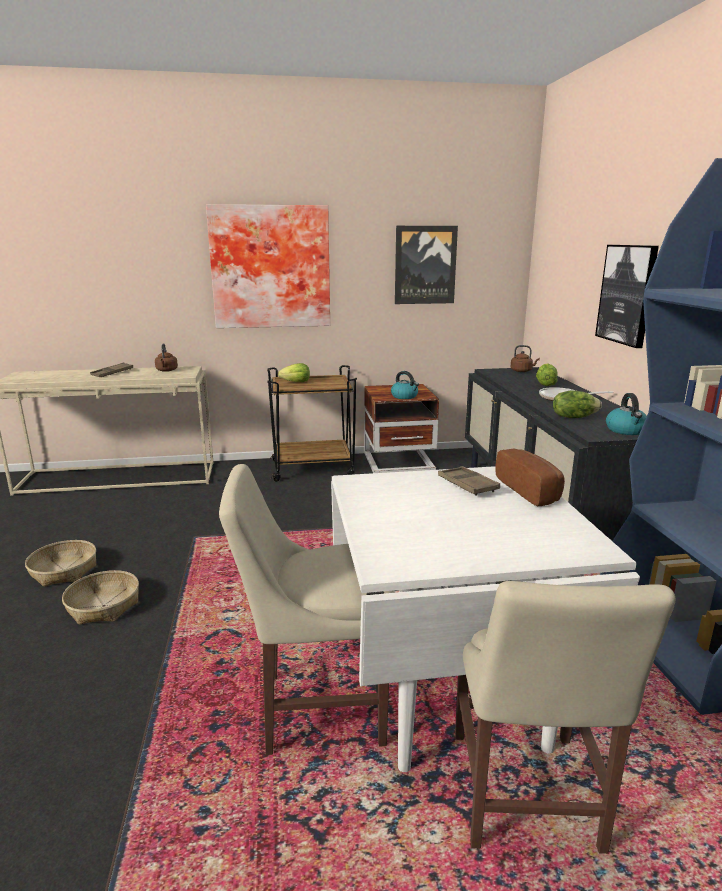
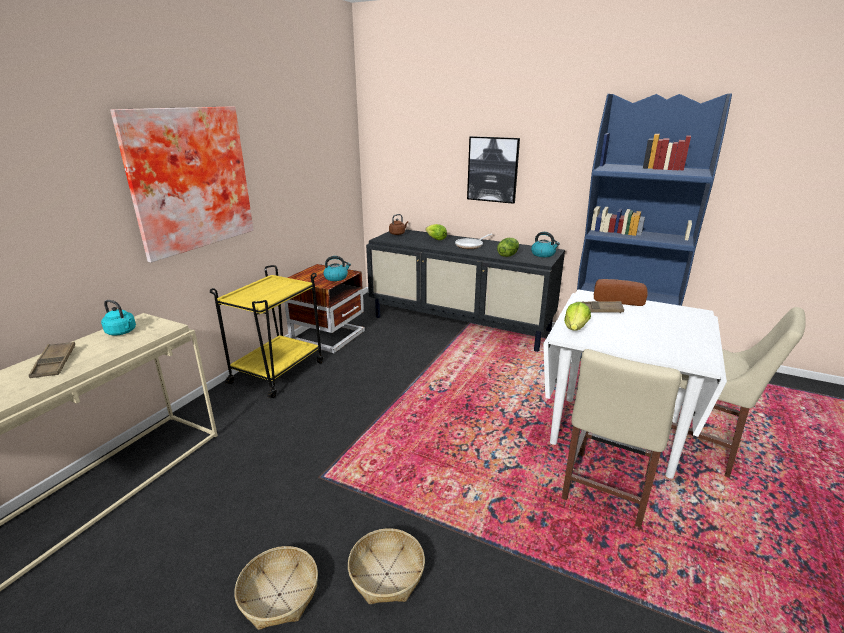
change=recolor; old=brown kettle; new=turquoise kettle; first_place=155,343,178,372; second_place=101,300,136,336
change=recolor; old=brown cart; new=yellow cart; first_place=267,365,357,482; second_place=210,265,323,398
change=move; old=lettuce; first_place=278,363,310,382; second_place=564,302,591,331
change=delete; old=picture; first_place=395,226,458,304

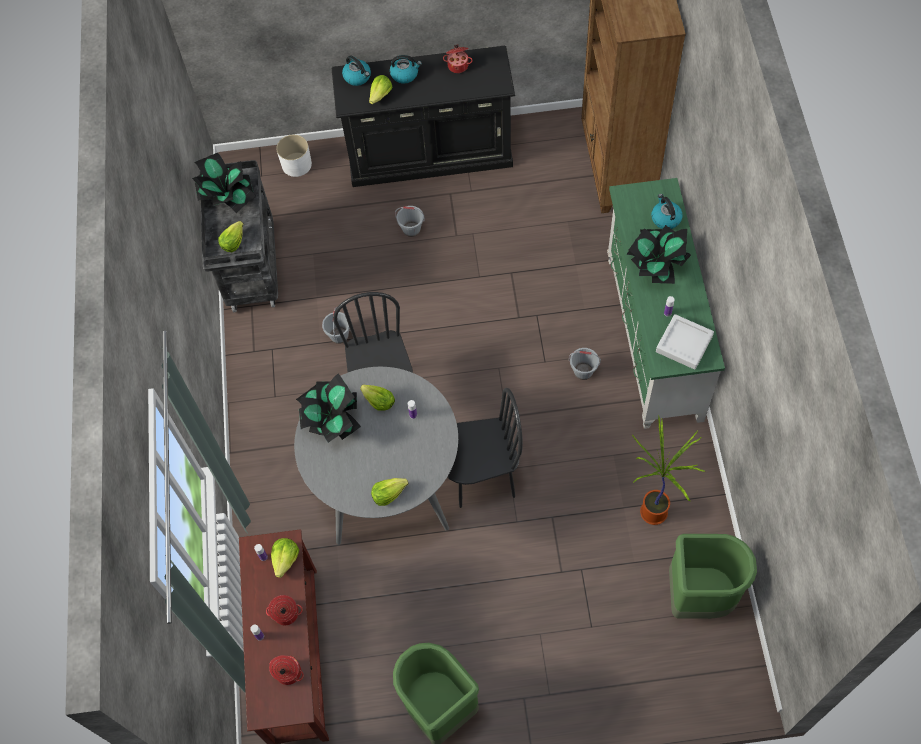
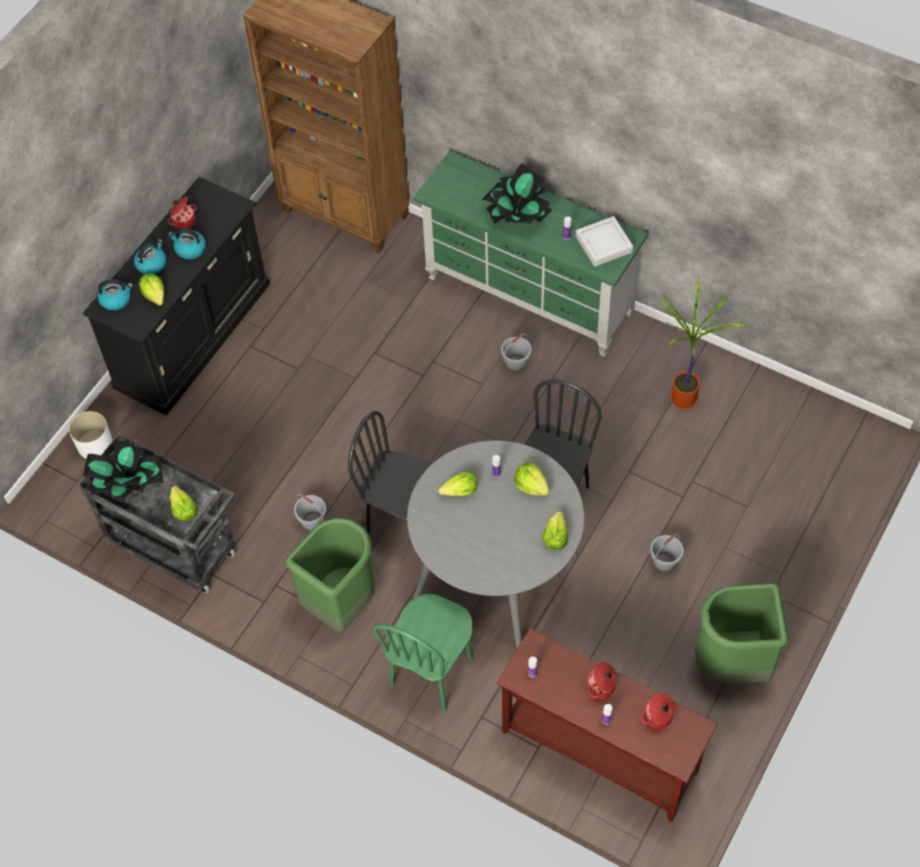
change=move; old=lettuce; first_place=271,538,299,578; second_place=514,463,550,496
change=delete; old=potted plant; first_place=296,373,361,443
change=move; old=grey bucket; first_place=395,206,425,237; second_place=650,533,684,572
change=move; old=kettle; first_place=651,194,682,229; second_place=168,228,206,259
change=move; old=green trash can; first_place=669,534,757,619; second_place=286,518,375,632
change=insert; new=green chair; second_place=373,594,473,712

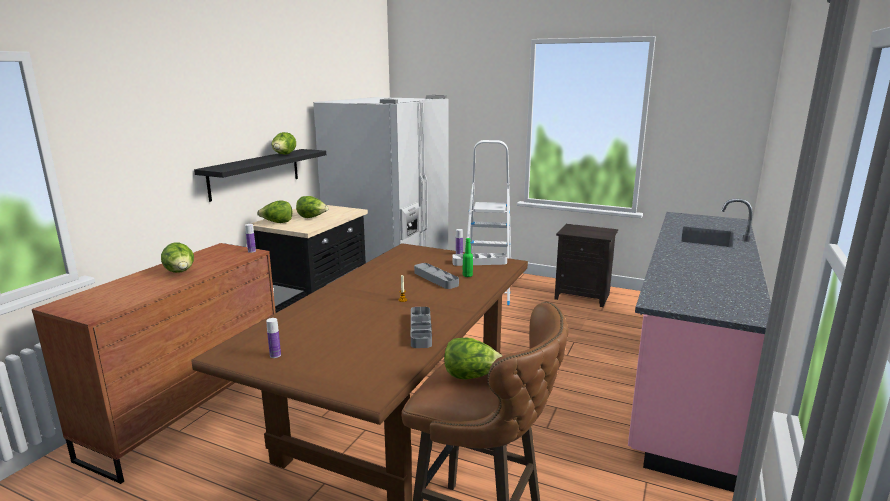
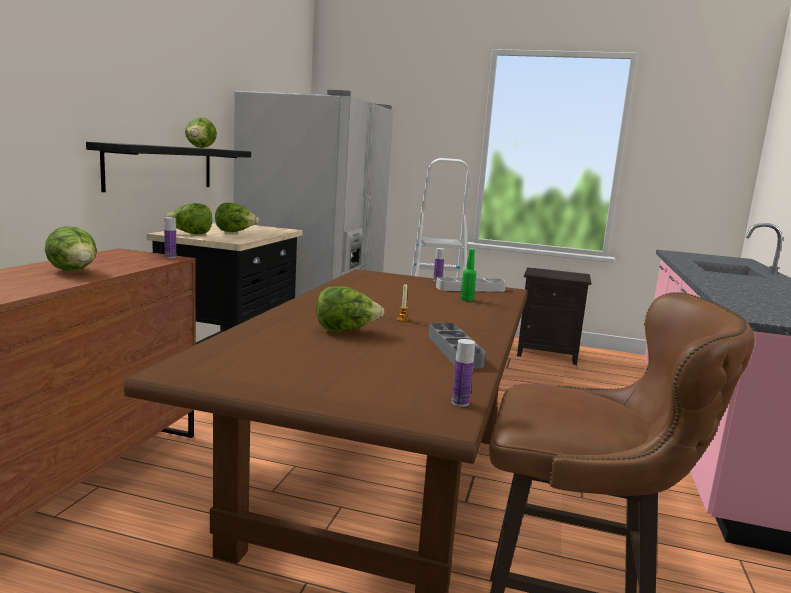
change=move; old=bottle; first_place=266,318,281,358; second_place=452,339,475,407
change=delete; old=grey tray; first_place=414,263,459,289
change=move; old=lettuce; first_place=444,338,503,379; second_place=316,286,384,332

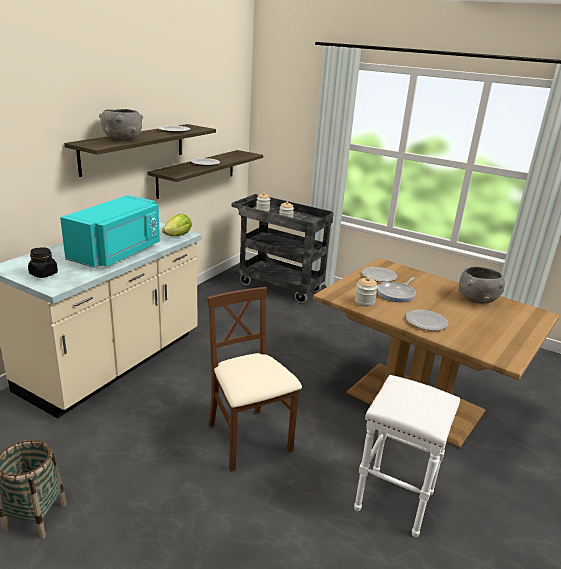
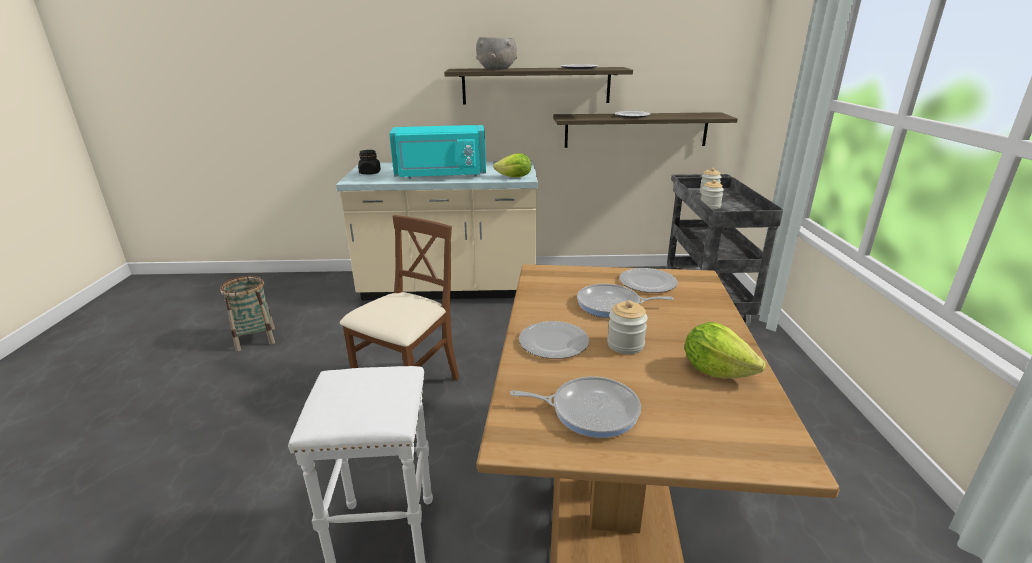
change=move; old=jar; first_place=355,277,378,307; second_place=607,300,648,354
change=replace; old=grey bowl; new=lettuce; first_place=458,266,505,303; second_place=684,322,766,379
change=insert; new=frying pan; second_place=510,376,641,438

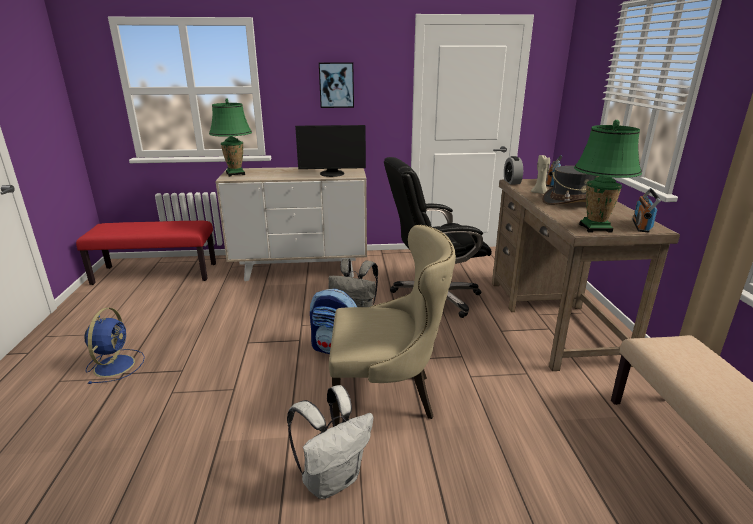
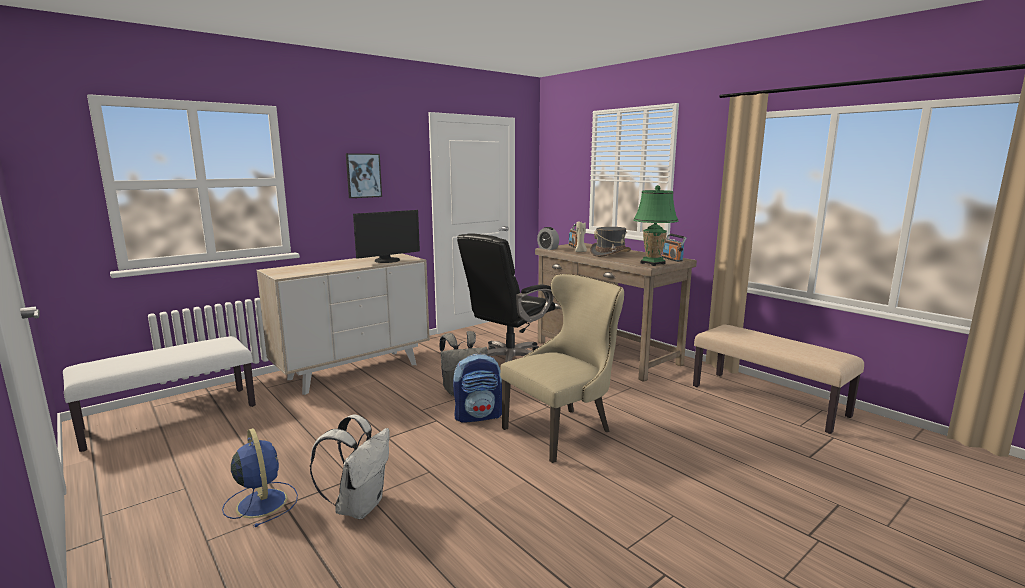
change=recolor; old=red bench; new=white bench; first_place=76,220,216,285; second_place=63,336,256,452
change=delete; old=green table lamp; first_place=209,99,252,177
change=move; old=white backpack; first_place=287,385,373,499; second_place=310,415,390,519

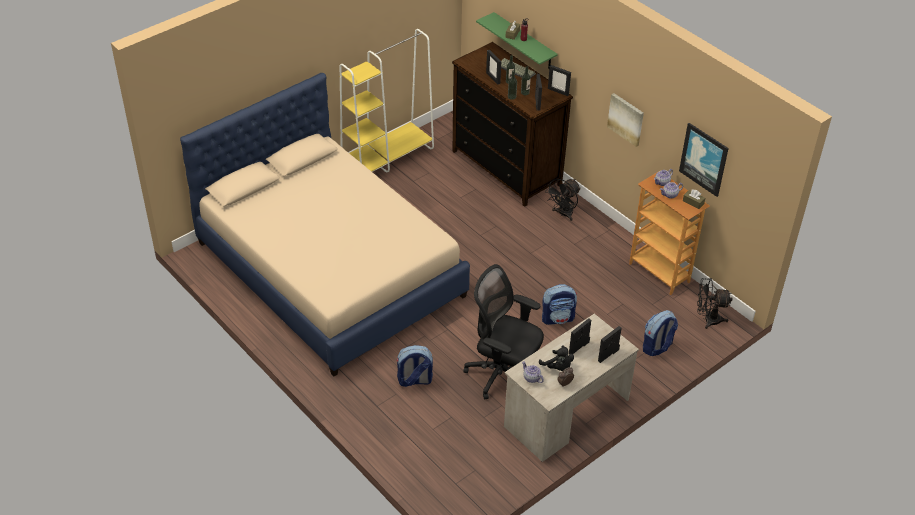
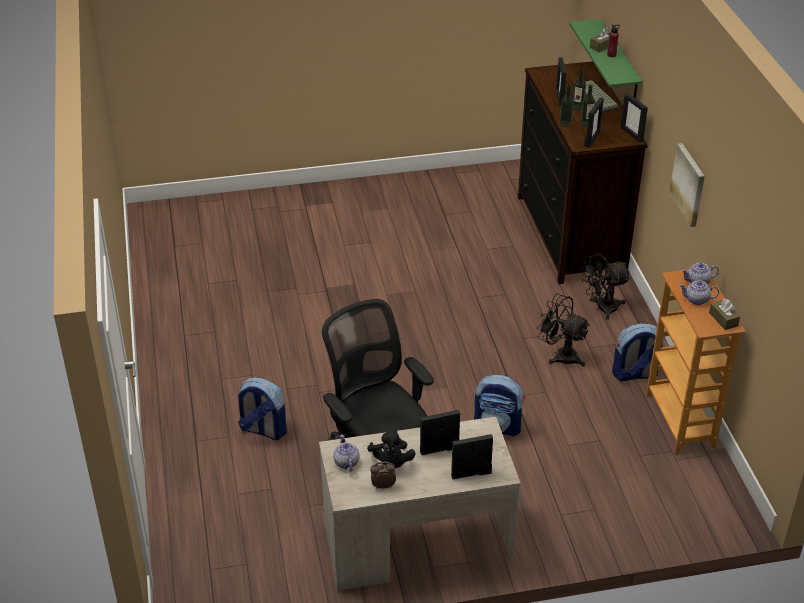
change=delete; old=beige bed; first_place=180,73,470,376
change=delete; old=yellow clothes rack; first_place=340,29,434,172
change=move; old=backpack; first_place=643,310,678,356; second_place=612,323,663,381
change=delete; old=picture; first_place=679,123,729,197
change=move; old=black fan; first_place=697,278,732,329; second_place=537,293,590,367

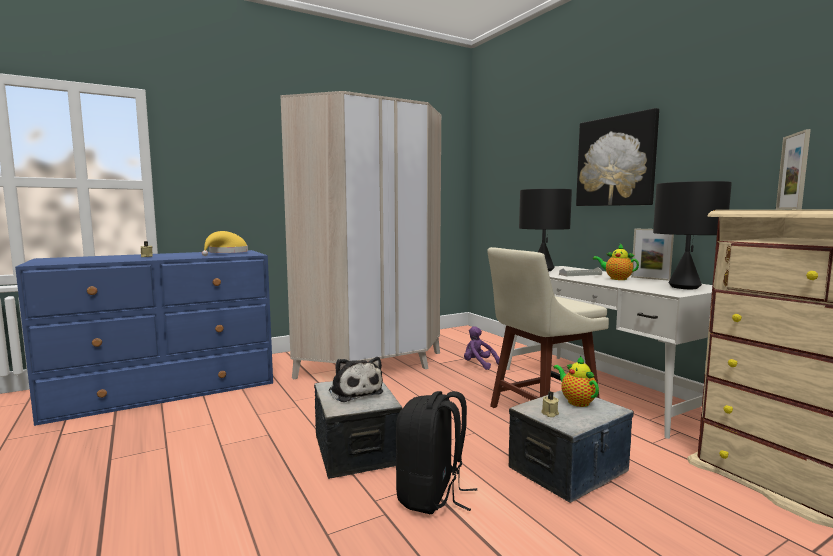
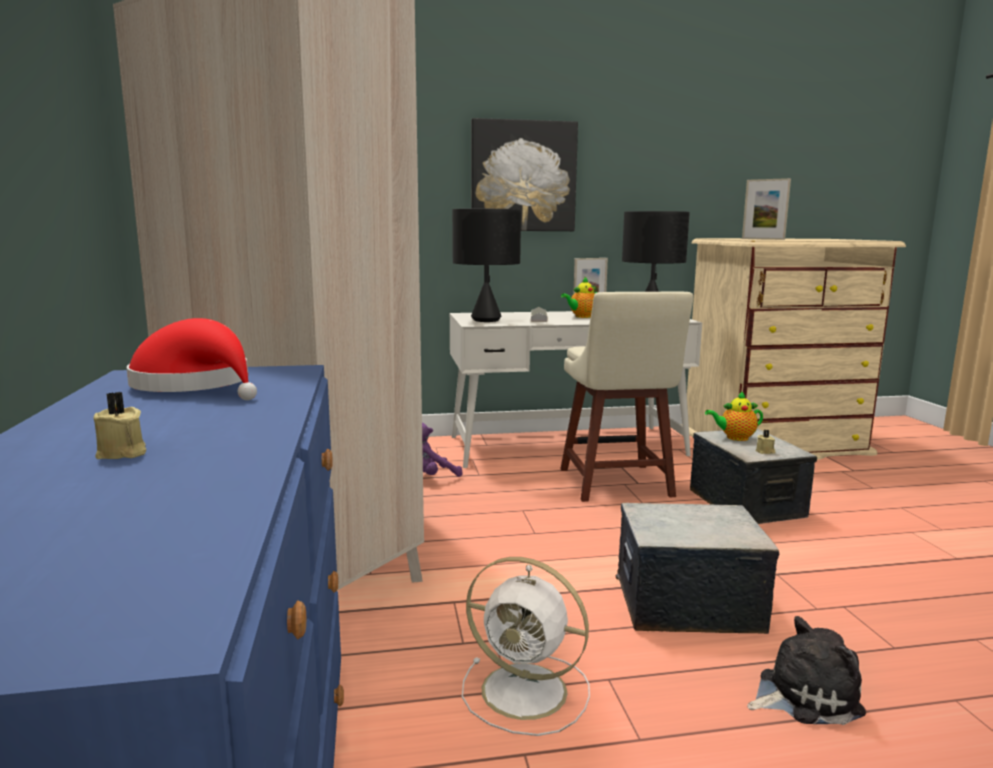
change=recolor; old=yellow hat; new=red hat; first_place=202,231,248,256; second_place=126,318,257,400
change=move; old=plush toy; first_place=329,357,383,402; second_place=747,616,866,725
change=delete; old=black backpack; first_place=396,391,478,514
change=insert; new=white fan; second_place=462,557,590,736

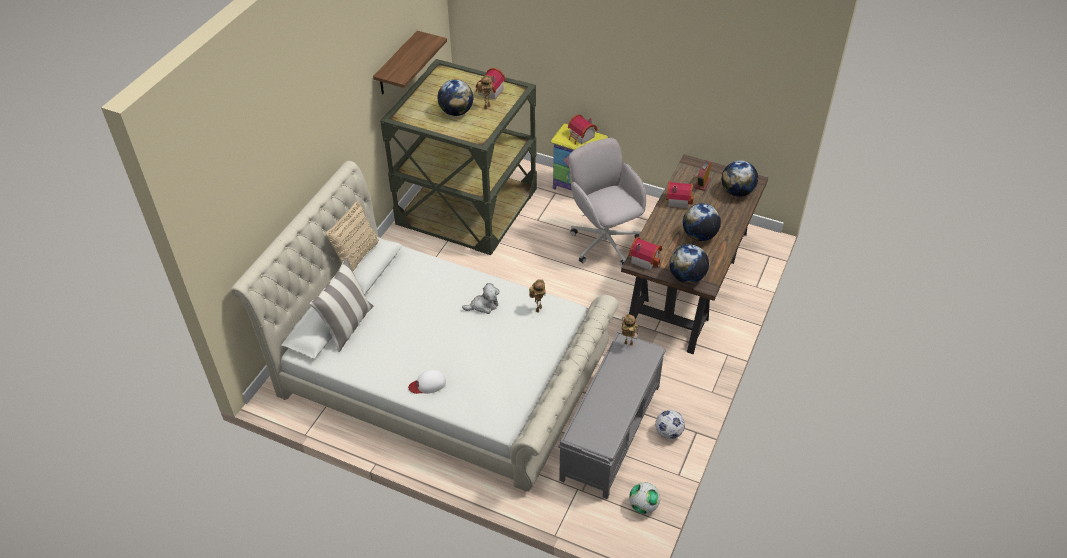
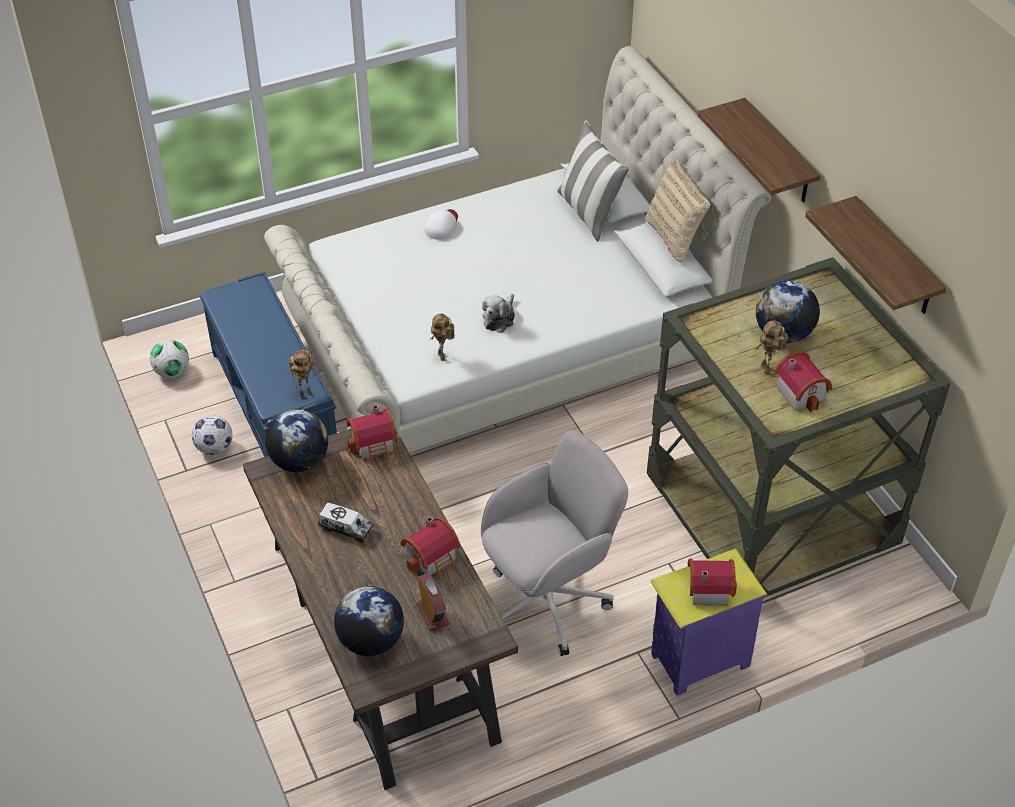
change=recolor; old=grey bench; new=blue bench; first_place=558,331,666,499; second_place=200,272,337,457
change=rotate; old=grey office chair; first_place=568,138,646,267; second_place=481,430,628,656; degrees=-45
change=replace; old=globe; new=toy truck; first_place=683,203,721,241; second_place=318,503,374,543
change=insert; new=shelf; second_place=698,98,821,203

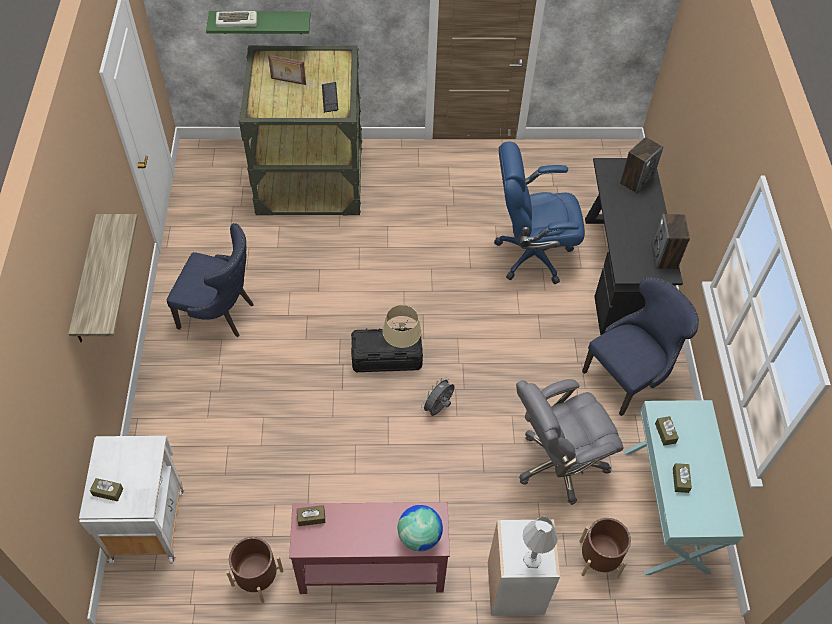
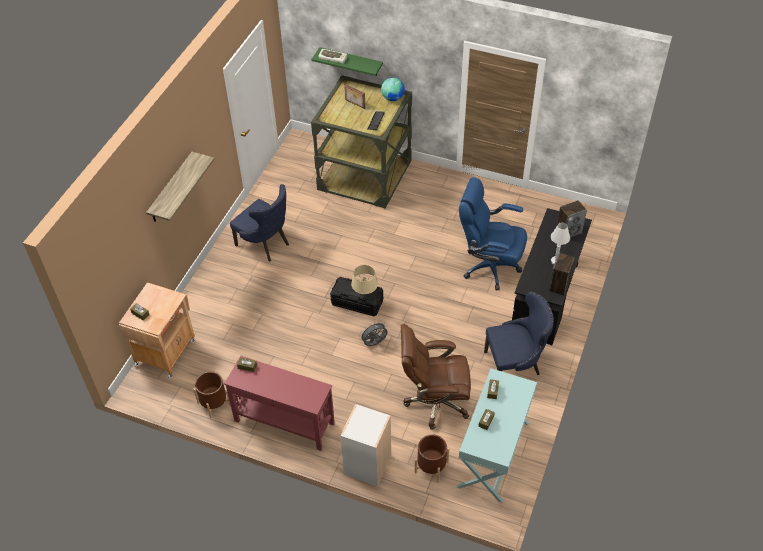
change=recolor; old=white cart; new=brown cart; first_place=79,436,184,564; second_place=119,283,195,379
change=move; old=globe; first_place=397,505,443,551; second_place=381,77,405,101
change=recolor; old=grey office chair; new=brown office chair; first_place=516,379,623,505; second_place=401,324,471,429
change=move; old=white table lamp; first_place=522,517,558,568; second_place=551,222,570,264

